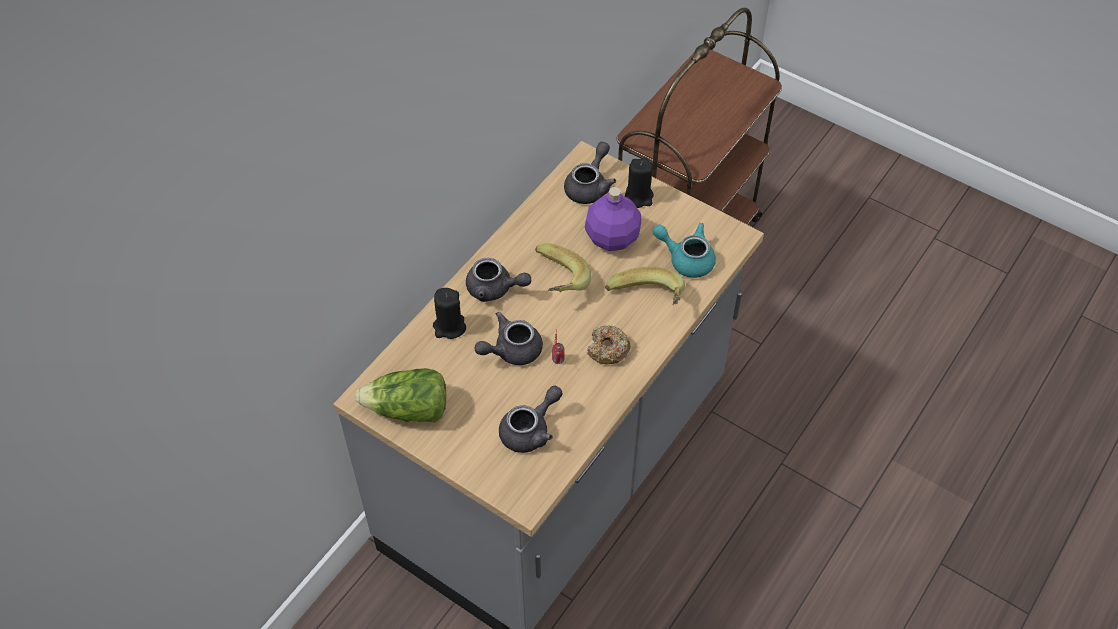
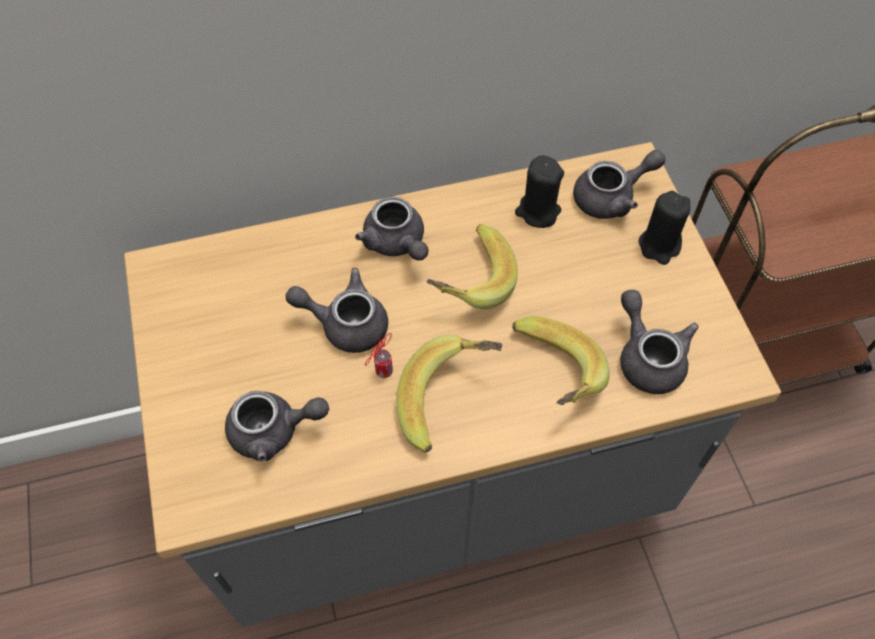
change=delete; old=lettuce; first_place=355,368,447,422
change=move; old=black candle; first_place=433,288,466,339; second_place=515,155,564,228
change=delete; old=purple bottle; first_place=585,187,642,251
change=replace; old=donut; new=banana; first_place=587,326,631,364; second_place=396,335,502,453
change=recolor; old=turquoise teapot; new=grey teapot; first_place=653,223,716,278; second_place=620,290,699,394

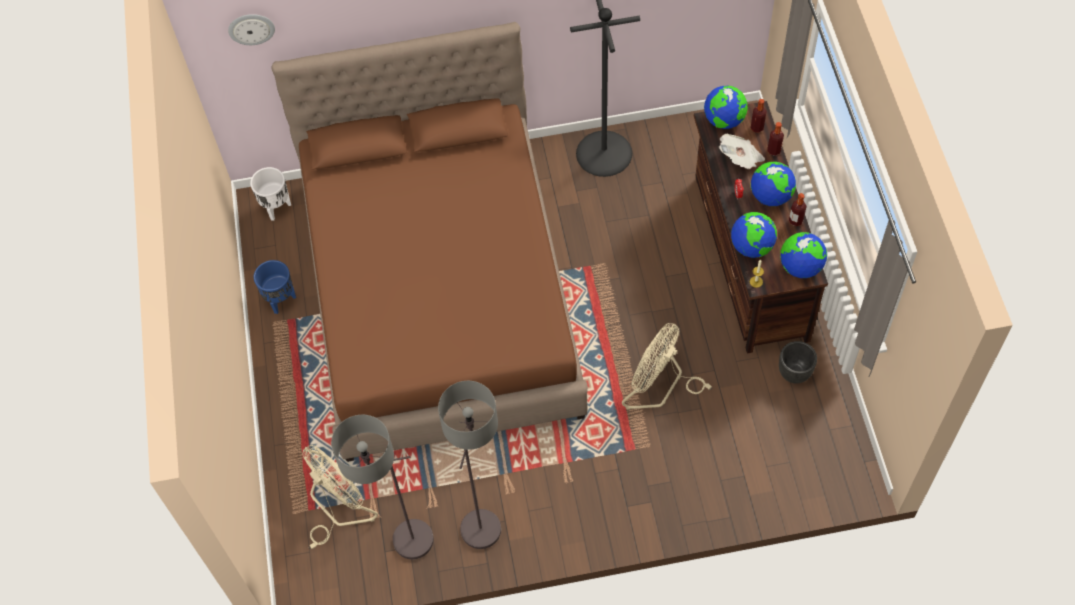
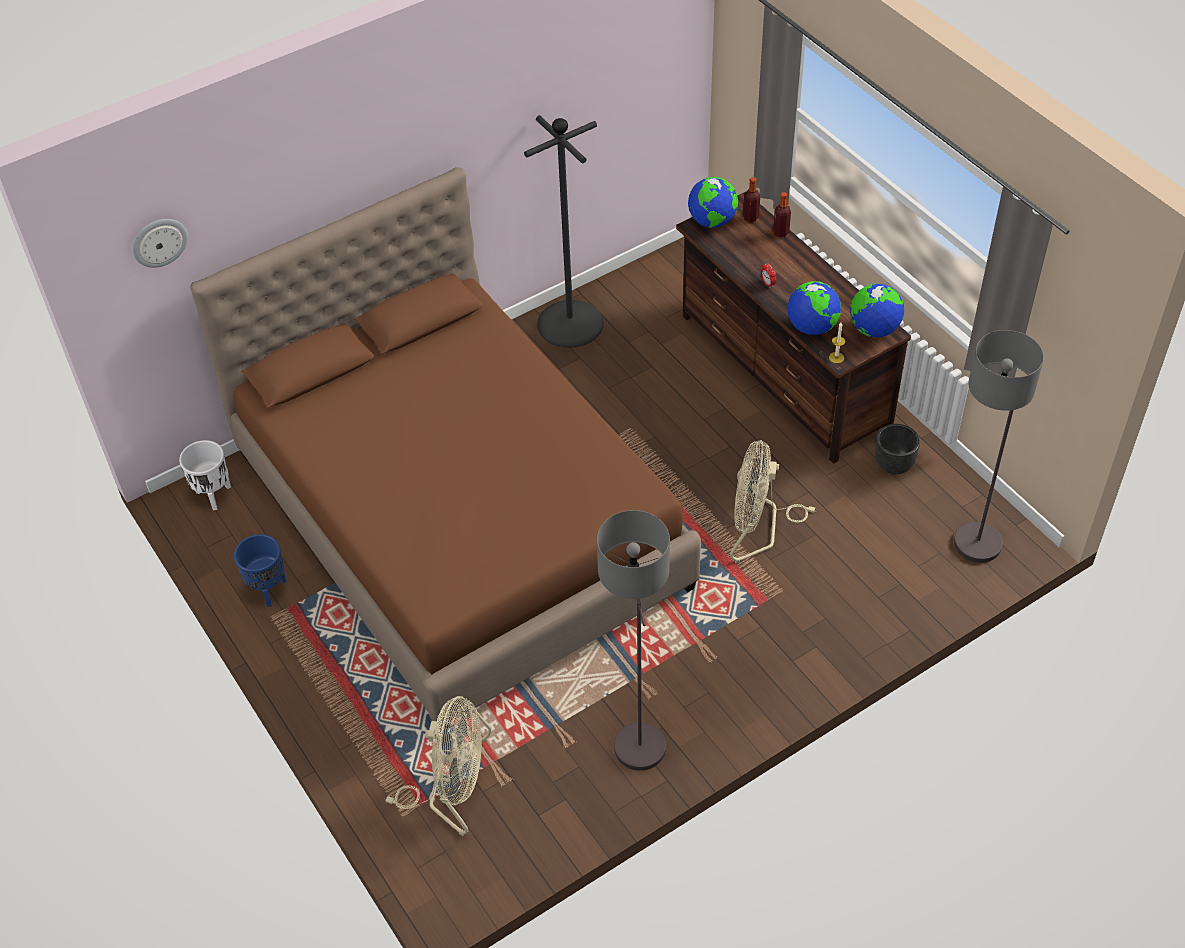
change=rotate; old=beige fan; first_place=302,445,378,549; second_place=385,696,491,836; degrees=75
change=move; old=grey floor lamp; first_place=331,415,434,559; second_place=954,330,1044,563
change=delete; old=newspaper; first_place=719,134,765,169
change=delete; old=globe; first_place=751,162,796,206
change=delete; old=bottle; first_place=789,193,807,226

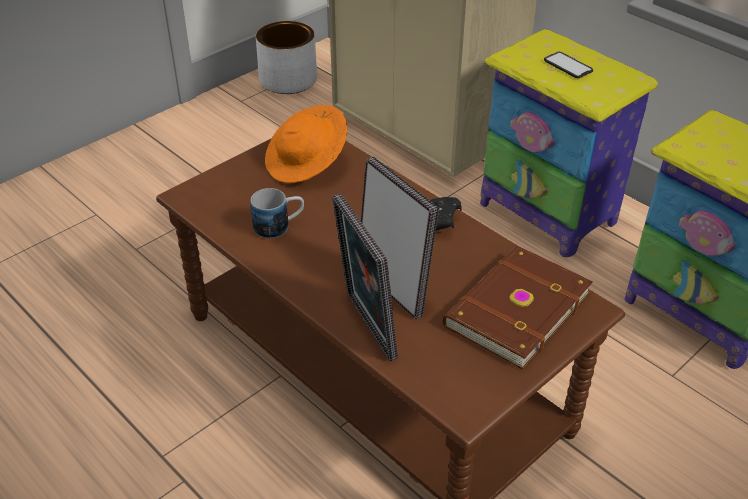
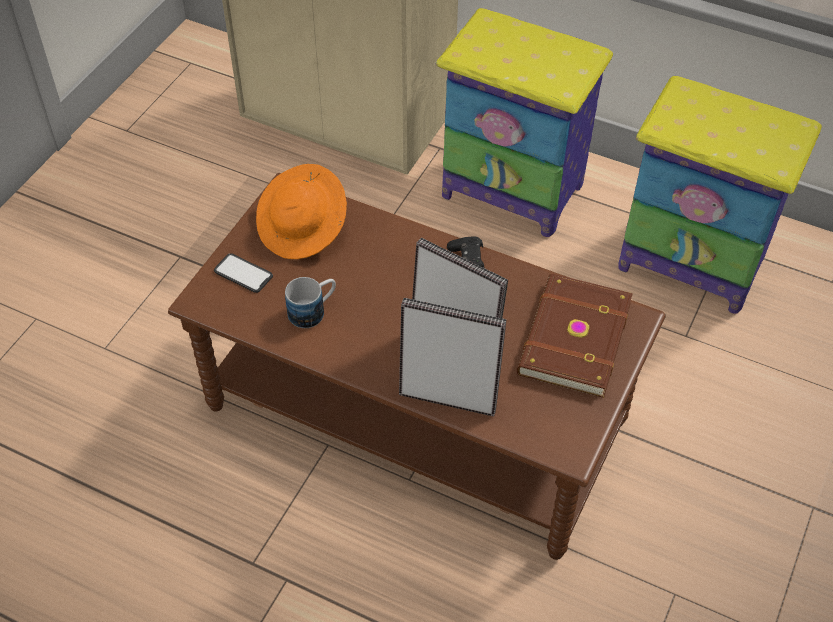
change=delete; old=white planter; first_place=256,21,317,94
change=rotate; old=picture frame; first_place=332,193,398,361; second_place=399,298,506,416; degrees=150
change=move; old=phone; first_place=544,52,593,78; second_place=214,253,273,293

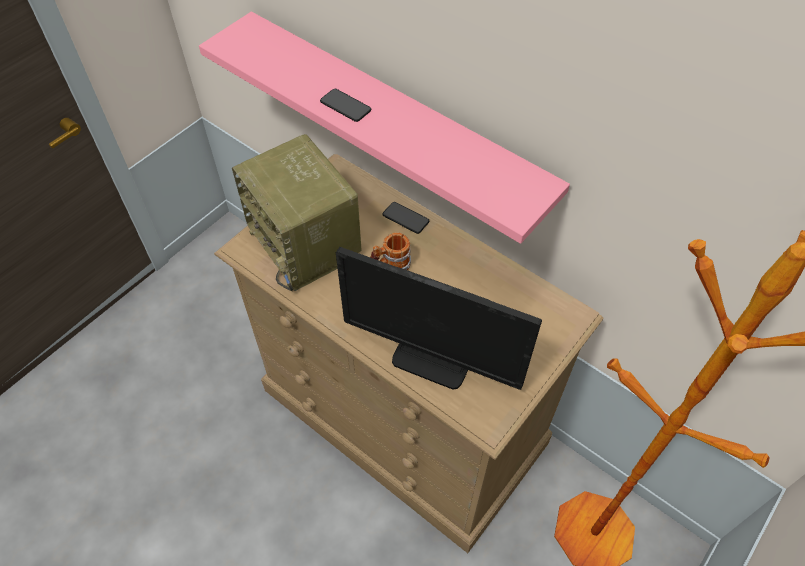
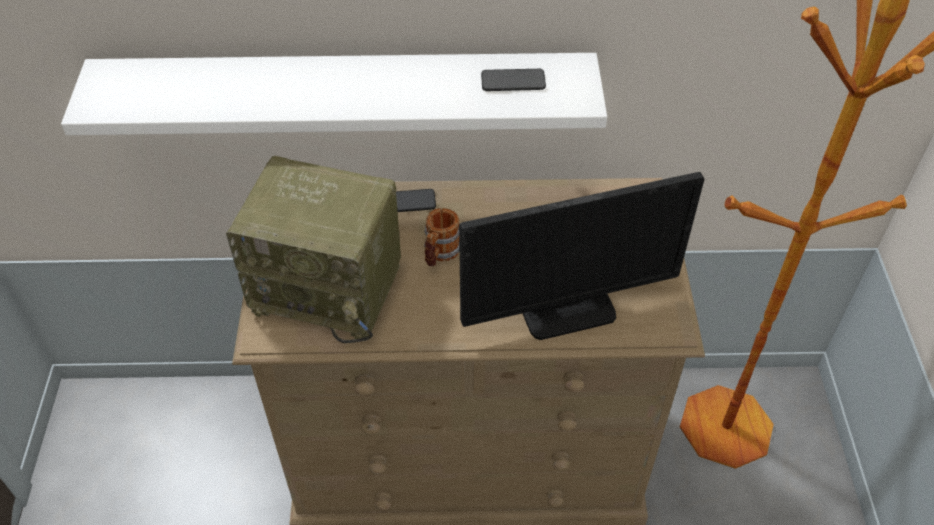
change=recolor; old=pink shelf; new=white shelf; first_place=199,12,570,244; second_place=61,53,607,135
change=move; old=phone; first_place=320,89,371,122; second_place=481,69,546,91

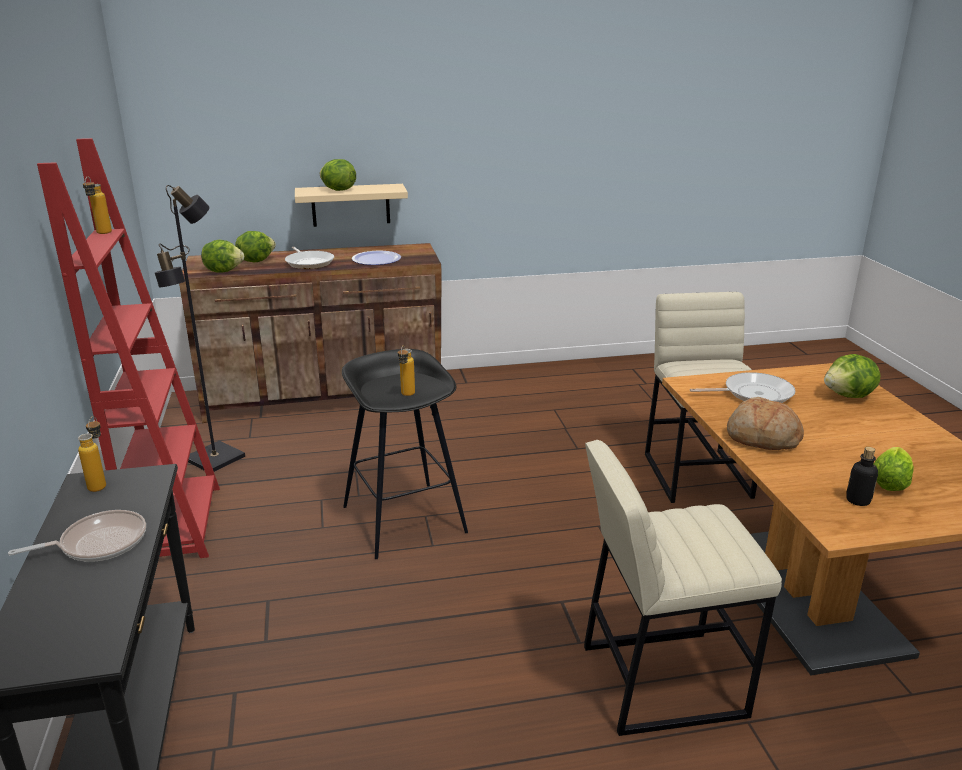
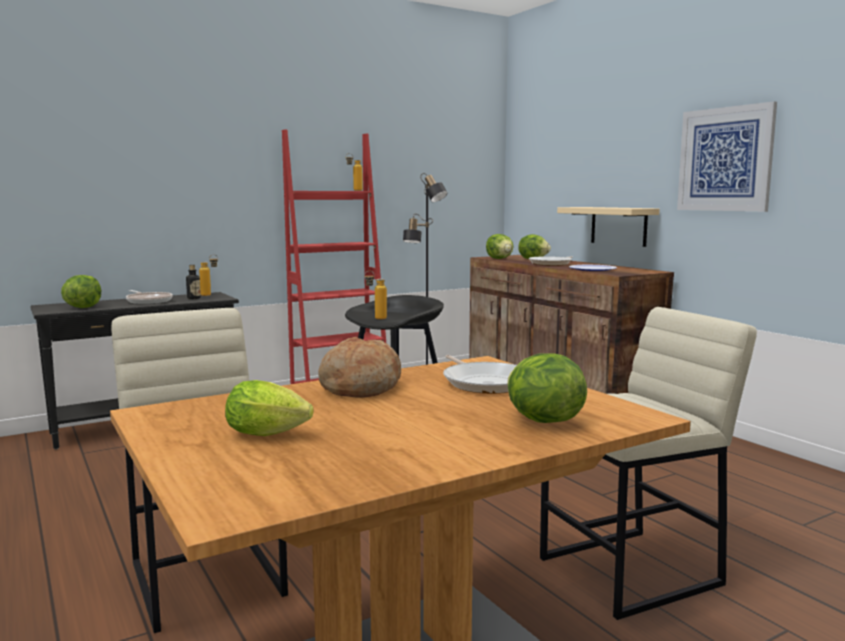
change=move; old=lettuce; first_place=320,159,356,191; second_place=61,275,101,308
change=move; old=bottle; first_place=846,447,878,506; second_place=186,265,201,299
change=insert; new=picture; second_place=677,101,777,212

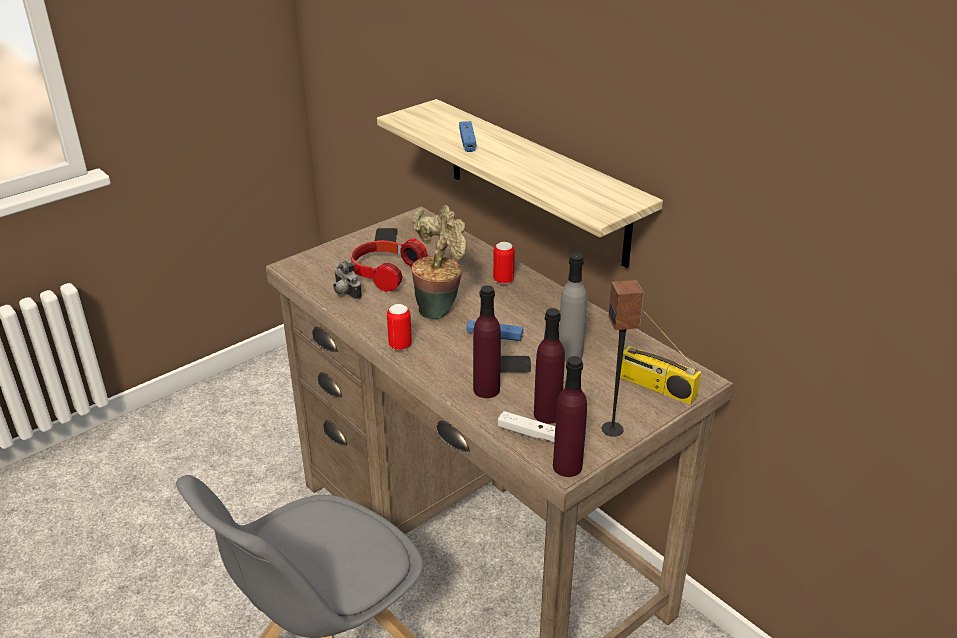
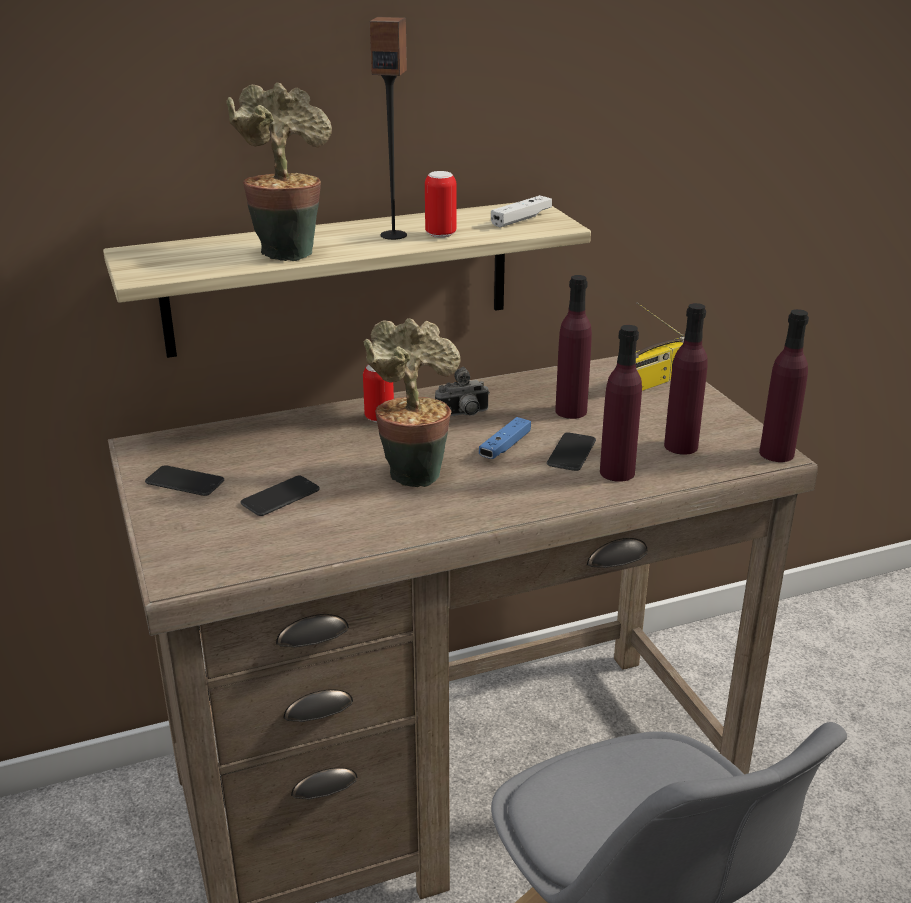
change=move; old=photo camera; first_place=333,261,362,300; second_place=435,367,490,416
change=replace; old=headphones; new=phone; first_place=351,238,428,292; second_place=241,476,320,516
change=move; old=can; first_place=387,304,412,350; second_place=425,171,456,238
change=replace; old=blue game controller; new=potted plant; first_place=459,121,476,152; second_place=226,83,332,261
change=move; old=white game controller; first_place=498,411,555,442; second_place=491,195,552,227
change=recolor; old=grey bottle; new=purple bottle; first_place=559,253,587,362; second_place=555,275,592,419
change=move; old=speaker; first_place=602,280,644,437; second_place=370,17,407,240

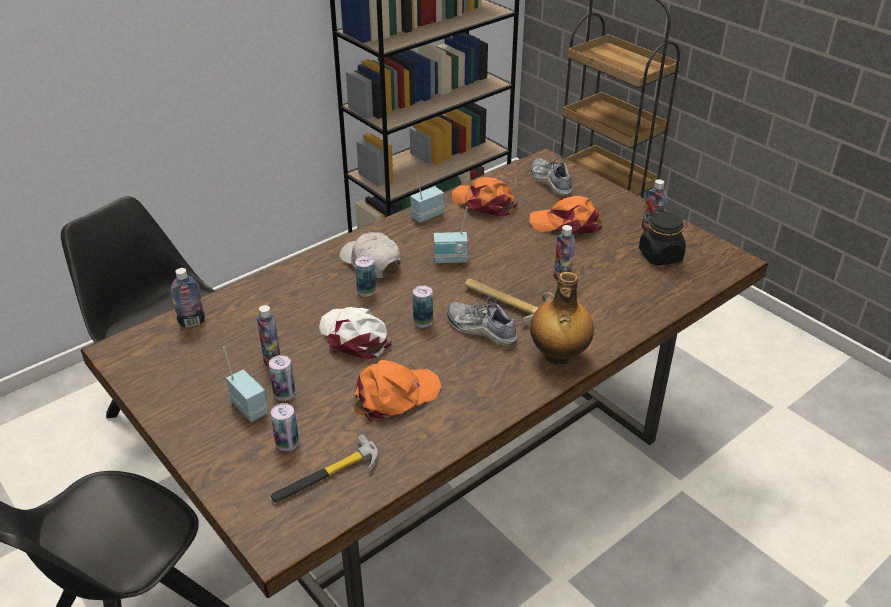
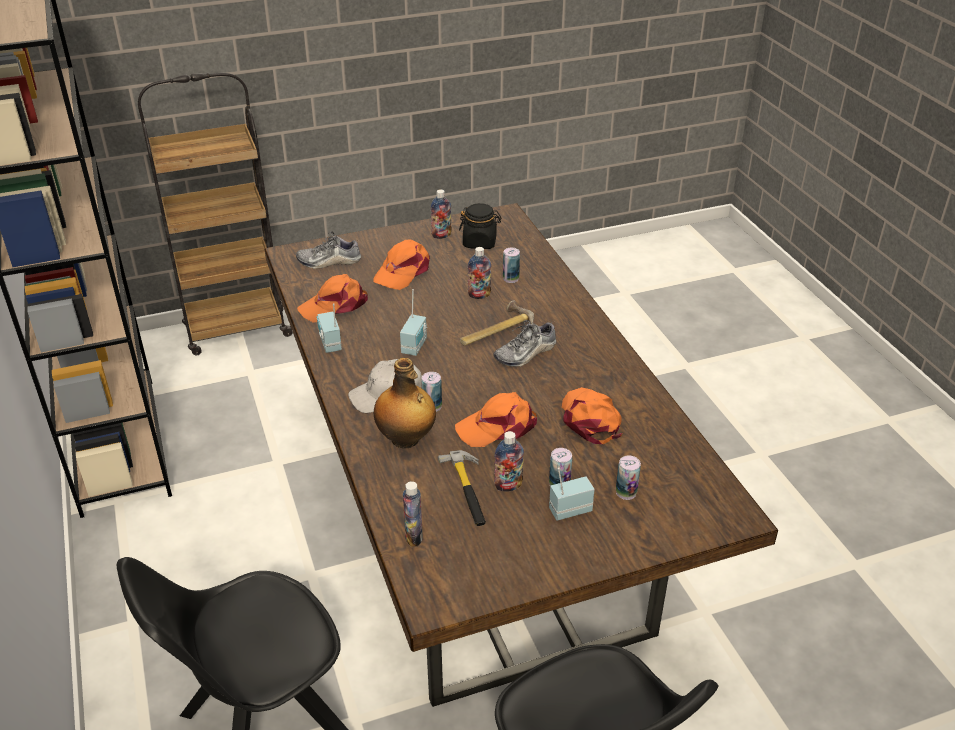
change=move; old=hammer; first_place=271,434,378,503; second_place=438,450,486,526
change=recolor; old=white cap; new=orange cap; first_place=319,307,392,359; second_place=455,392,537,447
change=move; old=can; first_place=412,285,433,328; second_place=503,248,520,283
change=move; old=bottle; first_place=530,272,594,365; second_place=374,358,436,449

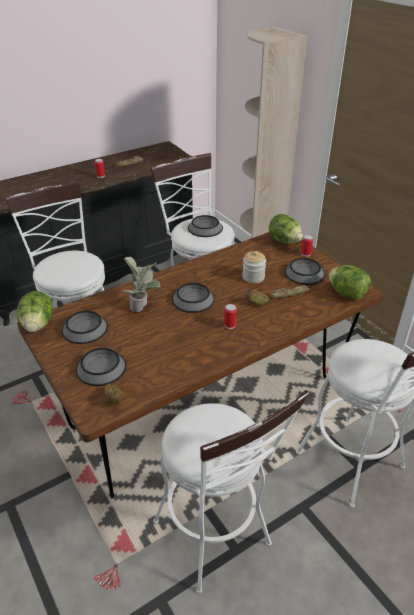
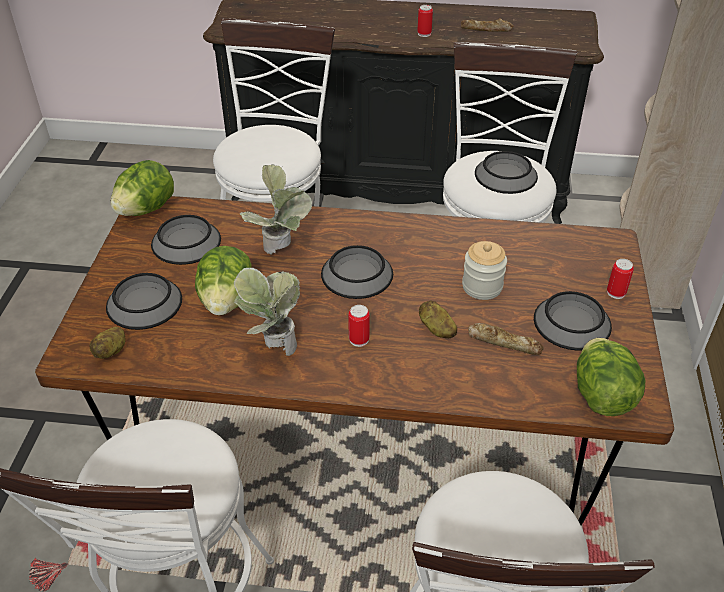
change=move; old=lettuce; first_place=269,214,303,244; second_place=195,246,252,315
change=insert; new=potted plant; second_place=234,268,300,356

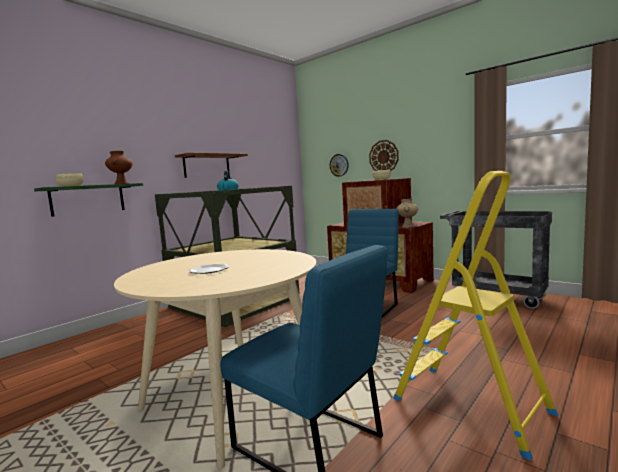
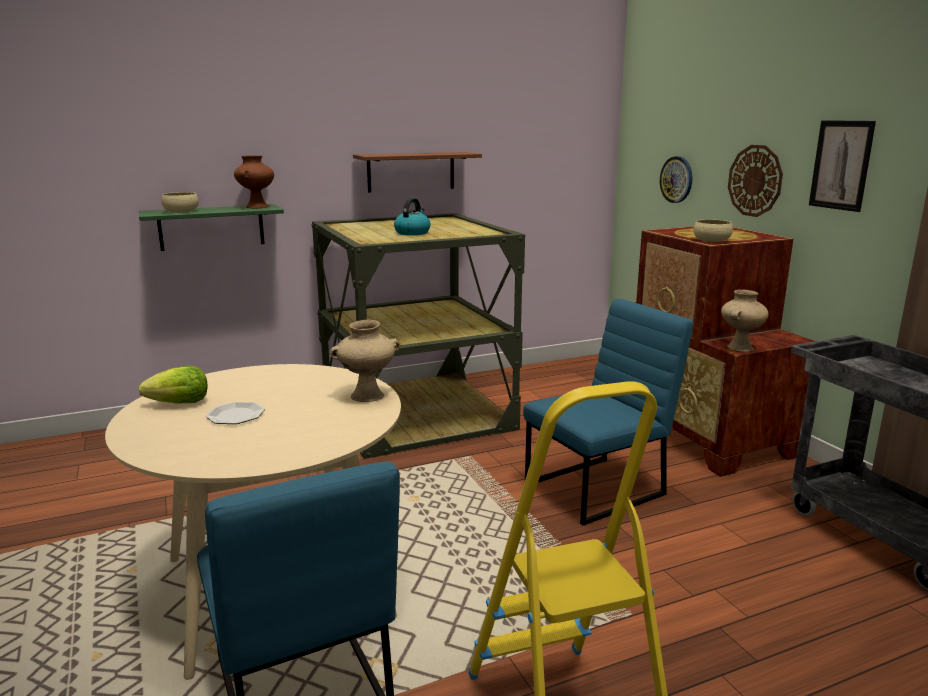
change=insert; new=lettuce; second_place=139,366,207,403
change=insert; new=beige vase; second_place=330,320,400,402
change=insert; new=picture; second_place=809,120,876,212

